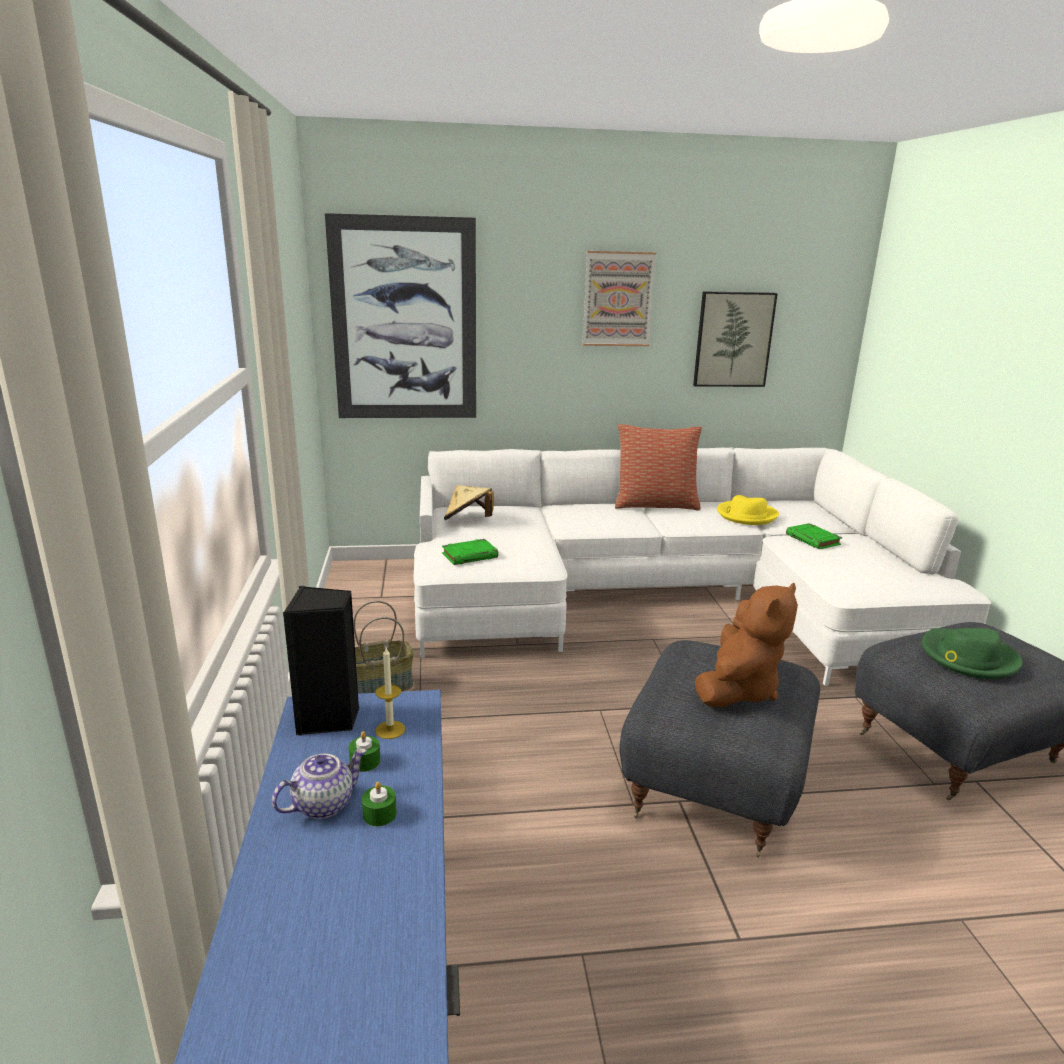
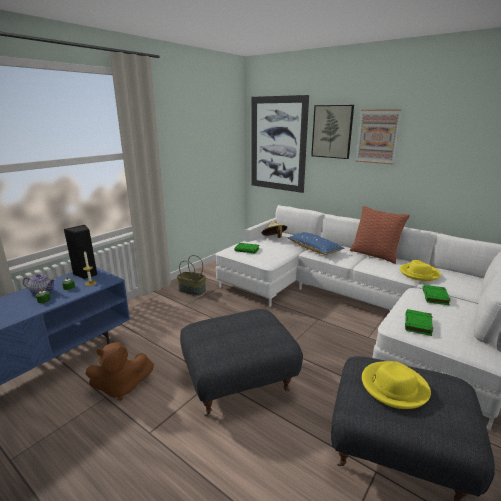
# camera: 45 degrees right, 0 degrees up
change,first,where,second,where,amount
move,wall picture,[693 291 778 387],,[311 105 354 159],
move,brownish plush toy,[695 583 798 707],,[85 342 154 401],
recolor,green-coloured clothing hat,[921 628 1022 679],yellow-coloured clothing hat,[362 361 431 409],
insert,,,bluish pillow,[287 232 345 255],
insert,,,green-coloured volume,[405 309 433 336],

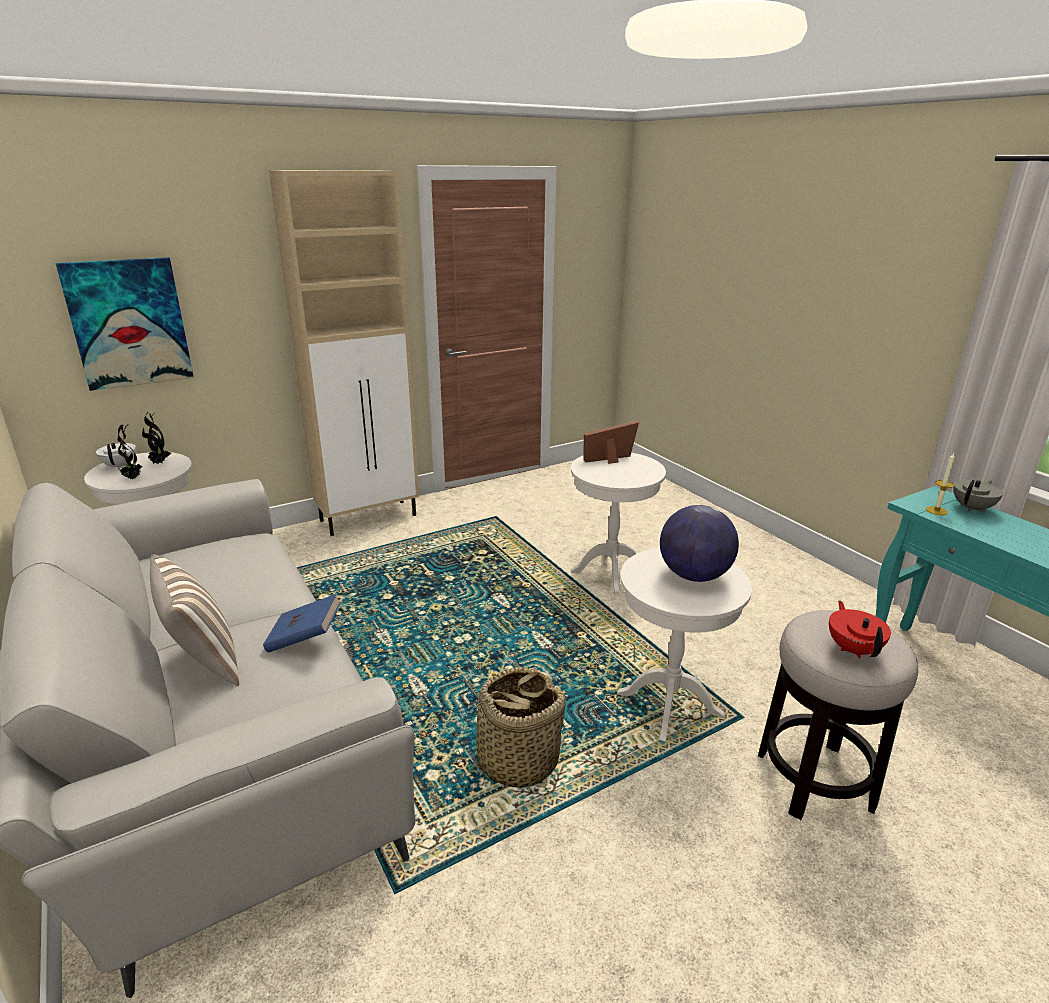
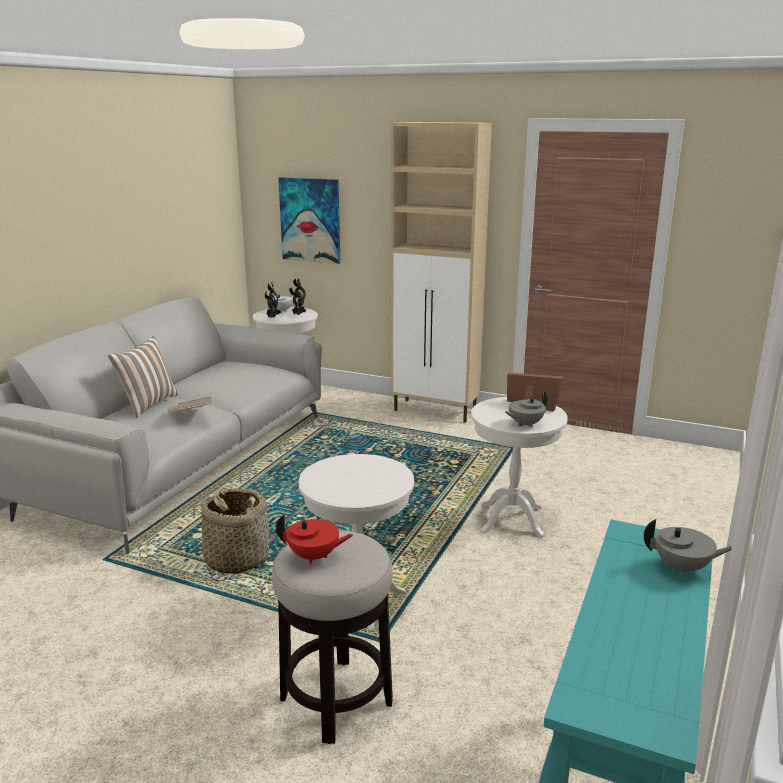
# camera: 55 degrees right, 5 degrees down
change,first,where,second,where,amount
recolor,bluish volume,[263 594 341 653],beige volume,[168 396 213 413],
delete,desk globe,[660 505 739 582],,,
rotate,red-coloured teapot,[829 601 891 658],,[276 514 353 564],45 degrees clockwise
delete,candle,[926 453 955 515],,,
insert,,,greyish teapot,[505 391 547 427],

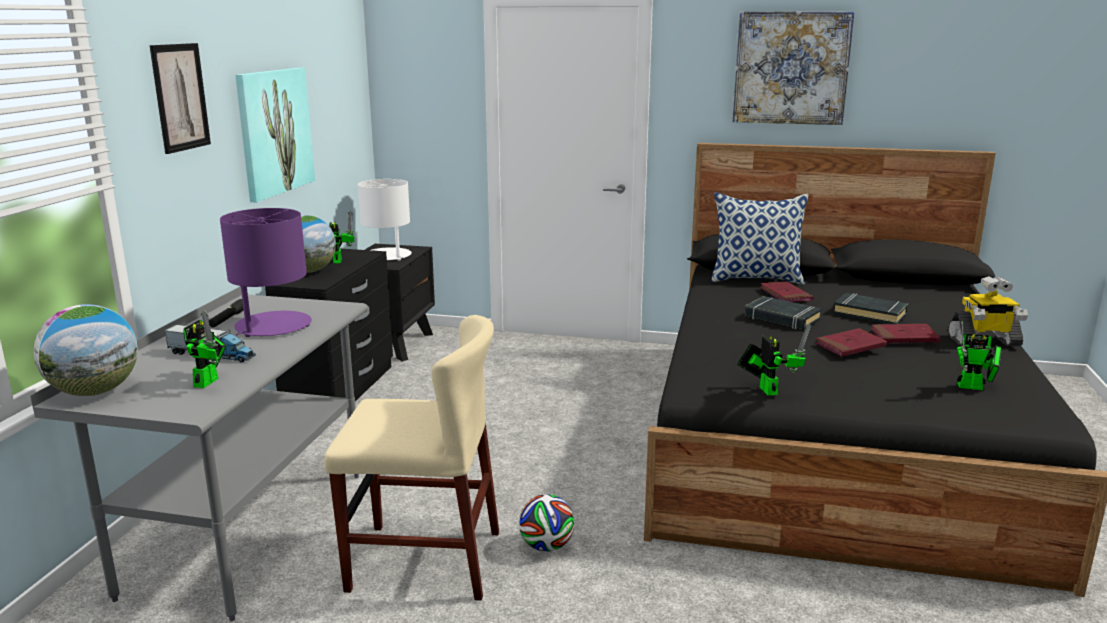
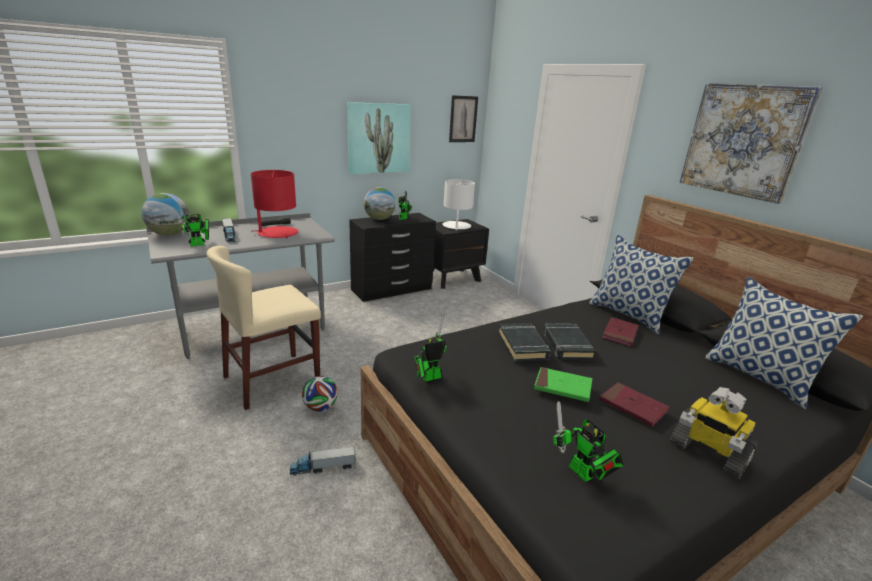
# camera: 45 degrees right, 5 degrees up
change,first,where,second,where,amount
move,wall picture,[149 43 211 154],,[449 95 478 142],
recolor,purplish tabletop lamp,[220 208 312 337],red-coloured tabletop lamp,[251 170 298 238],
rotate,beige upright chair,[324 315 499 601],,[206 246 321 410],90 degrees clockwise
rotate,model robot,[737 324 811 396],,[414 311 447 381],150 degrees counterclockwise
recolor,red-coloured volume,[816 328 887 357],green-coloured volume,[534 367 592 402],
move,black-coloured volume,[833 293 908 324],,[498 323 551 362],
insert,,,model truck,[290 446 356 475],
insert,,,pillow,[705 277 863 409],

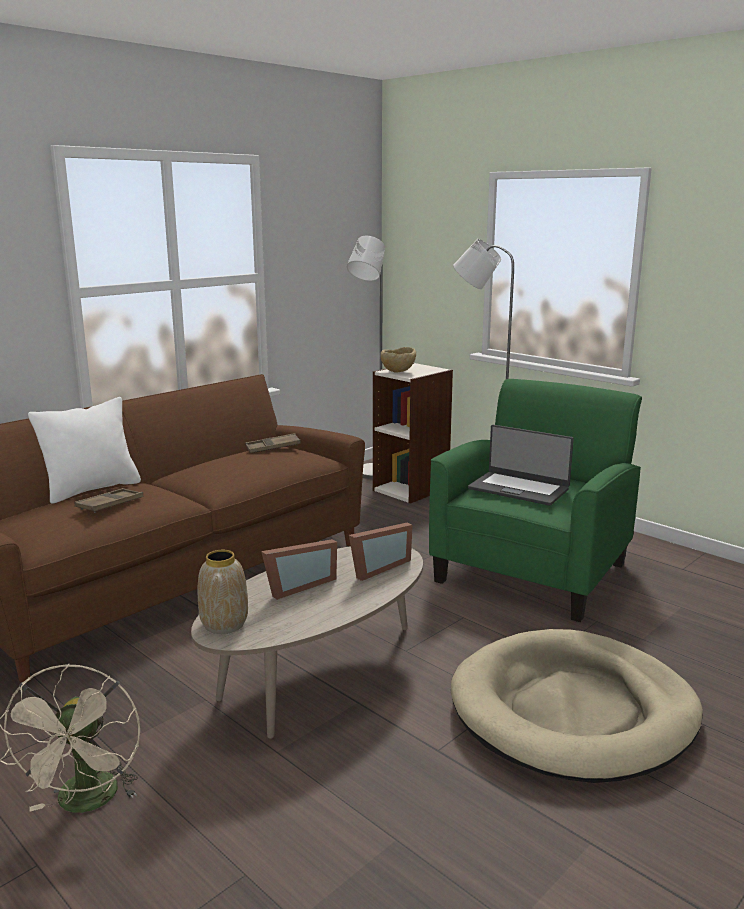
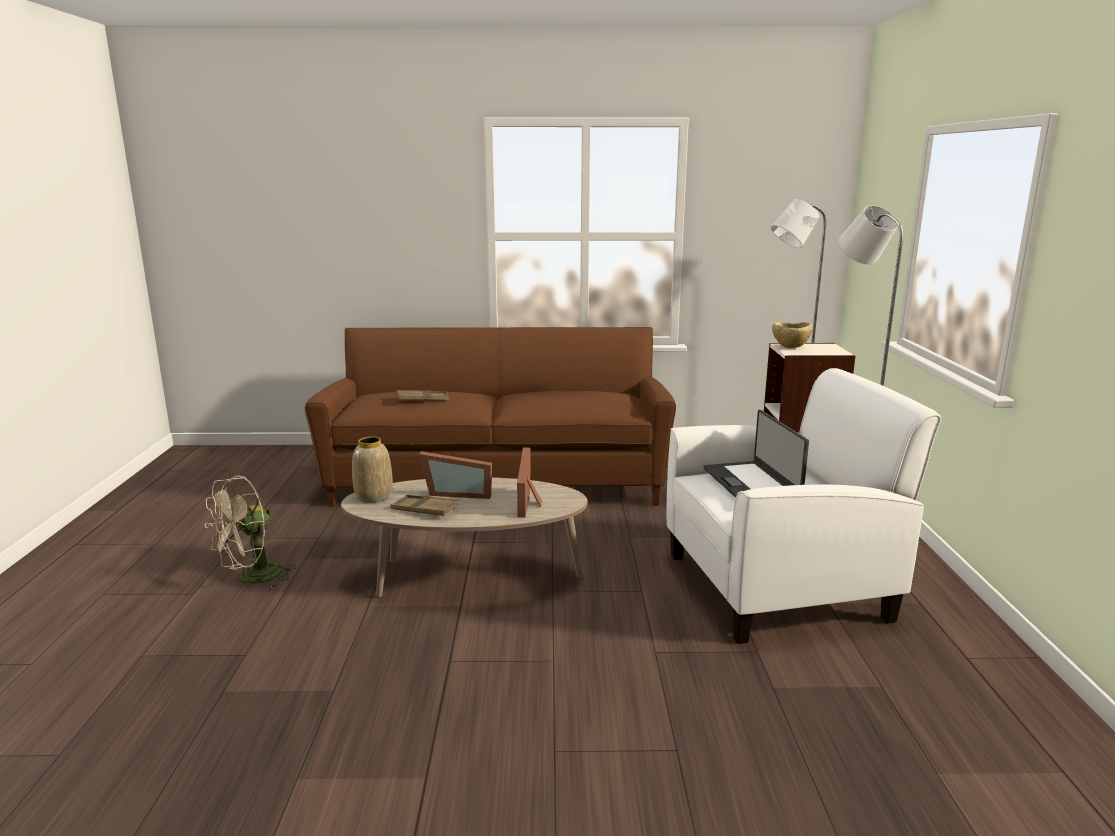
# camera: 45 degrees right, 0 degrees up
change,first,where,second,where,amount
delete,white pillow,[28 397 141 504],,,
move,brownish carrying tray,[245 433 301 453],,[391 494 459 516],
rotate,picture frame,[349 523 413 581],,[517 448 542 518],90 degrees clockwise
recolor,green-coloured armchair,[429 379 642 622],white armchair,[667 368 941 644],
delete,beige dog cushion,[451 629 703 783],,,

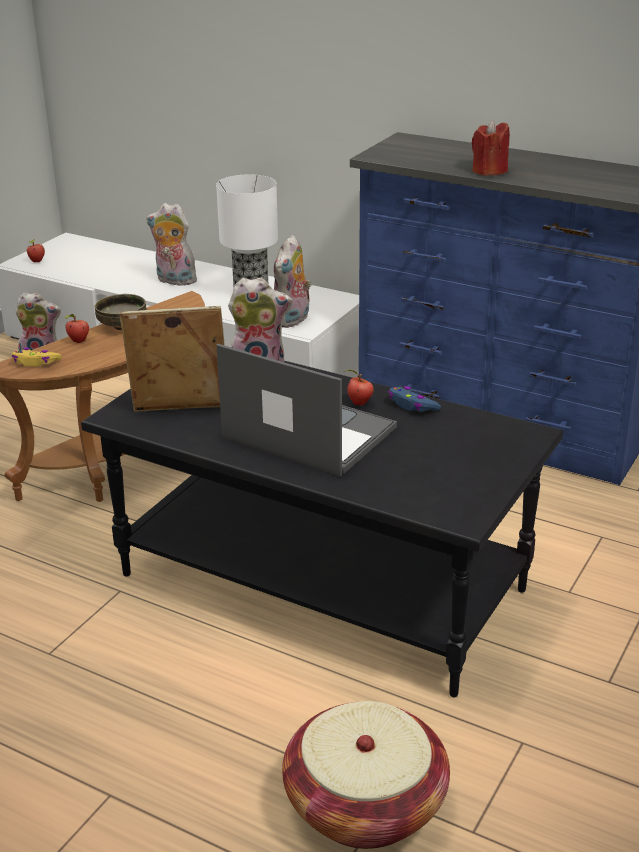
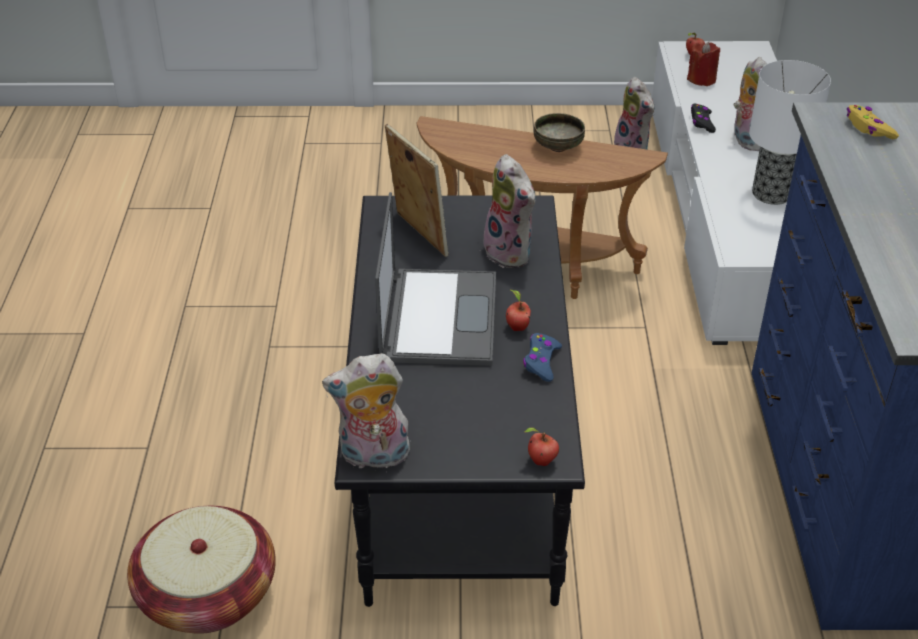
# camera: 60 degrees right, 10 degrees up
change,first,where,second,where,amount
move,yellow-coloured joypad,[12 348 62 367],,[847 105 899 139],
move,apple,[65 314 89 343],,[525 428 559 466],
move,plush toy,[274 235 311 328],,[322 353 413 468],
move,red-coloured candle,[472 120 510 176],,[687 42 720 86],
insert,,,black-coloured joypad,[691 104 716 133],

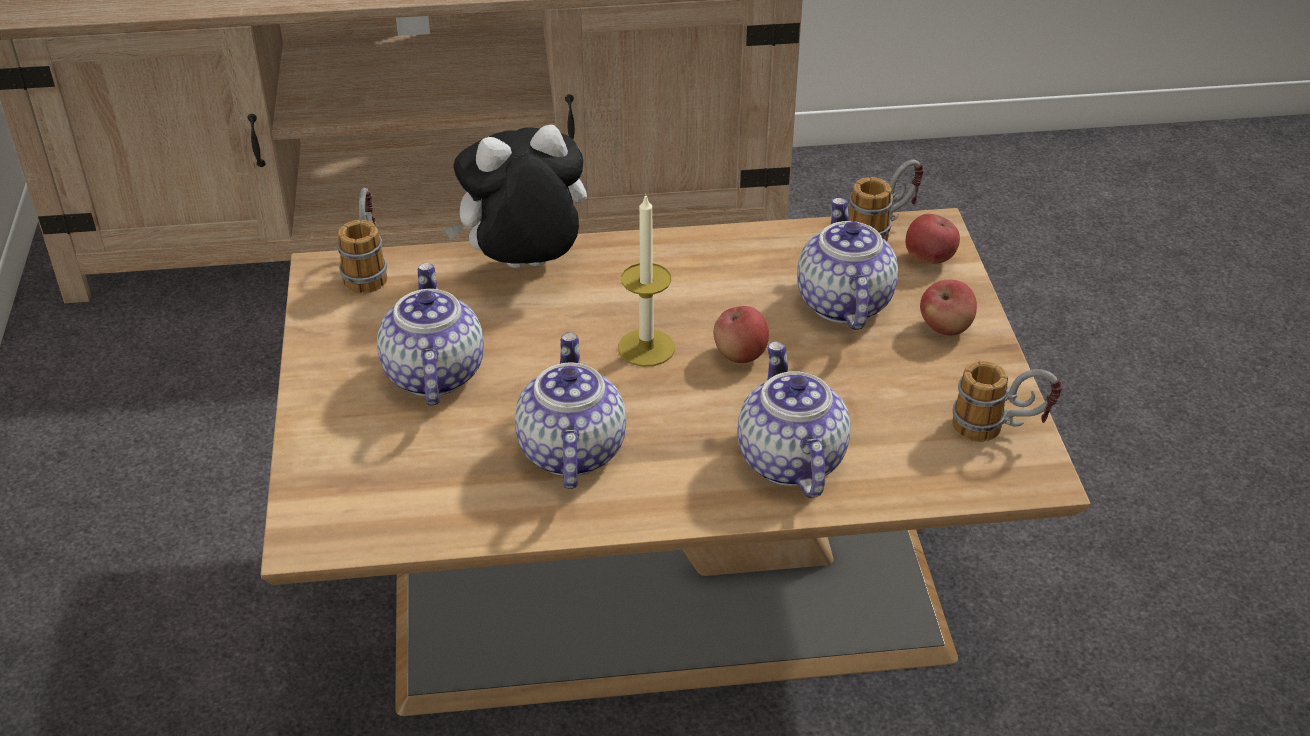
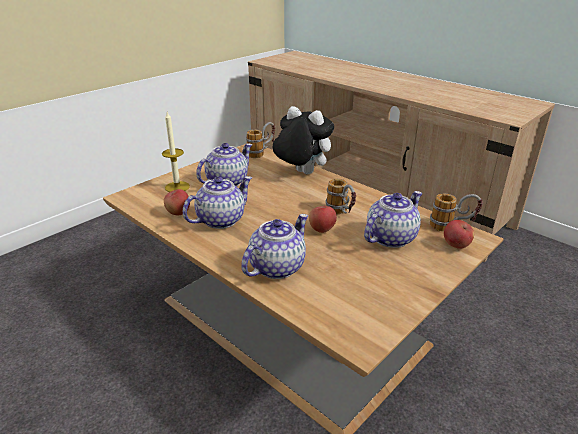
# camera: 50 degrees right, 10 degrees down
change,first,where,second,where,amount
move,candle,[618 193 675 367],,[162 112 190 192],
move,apple,[920 280 977 336],,[164 189 190 215],
move,tea mug,[952 361 1062 442],,[325 179 356 214],

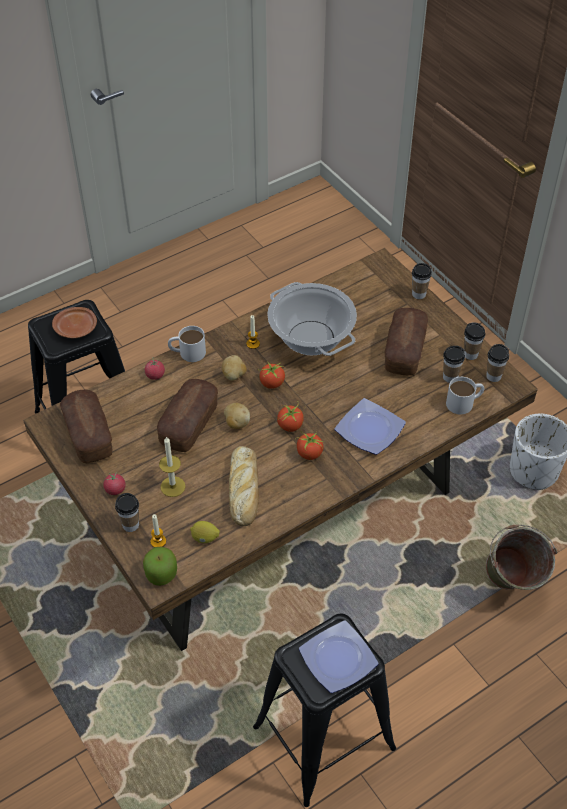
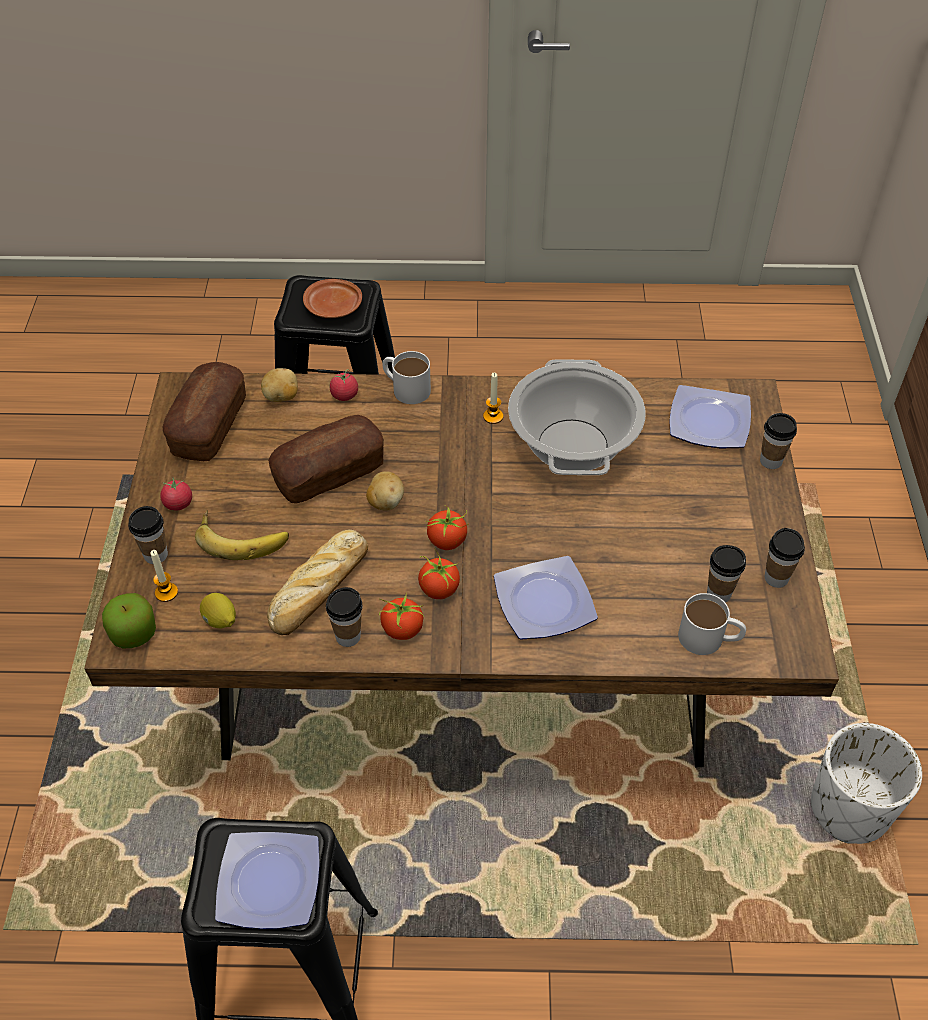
# camera: 35 degrees right, 0 degrees up
change,first,where,second,where,amount
replace,candle,[159 436 185 497],whole banana,[195 510 289 560],
move,potato,[222 355 247 381],,[261 368 298 402],
move,fresh tomato,[259 361 285 389],,[379 593 424 640],
delete,bakery bread,[385 308 428 376],,,
move,small cup,[486 344 509 382],,[326 587 362 647],
delete,green-coloured pail,[486 525 557 590],,,
insert,,,flat dish,[669 385 751 449],

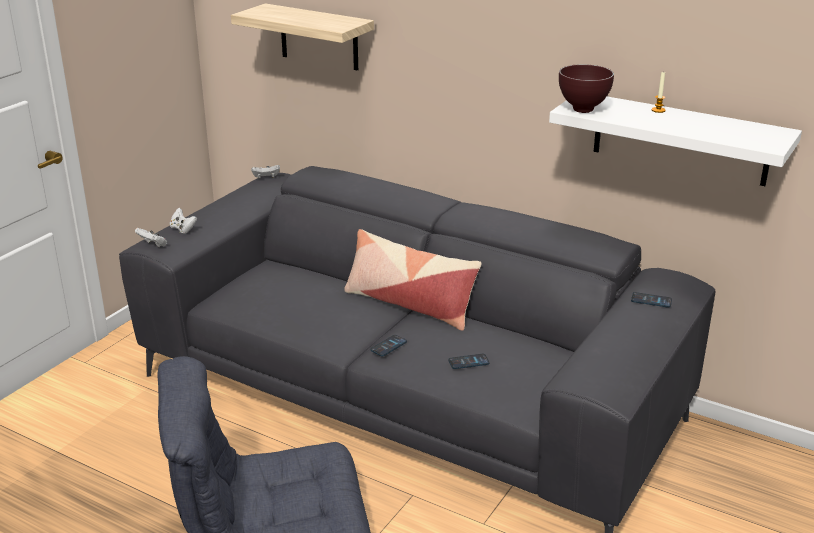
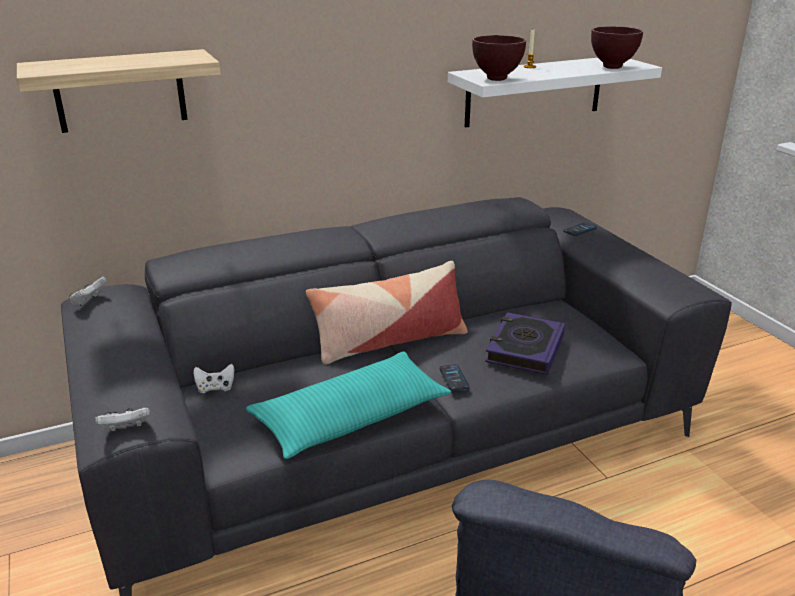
# camera: 55 degrees left, 0 degrees up
change,first,where,second,where,amount
move,white joypad,[170 208 197 234],,[193 364 234 393],
replace,telephone,[448 354 489 369],volume,[485 312 565 375],
insert,,,turquoise pillow,[246 351 451 459],
insert,,,brownish serving bowl,[591 26 643 69],

